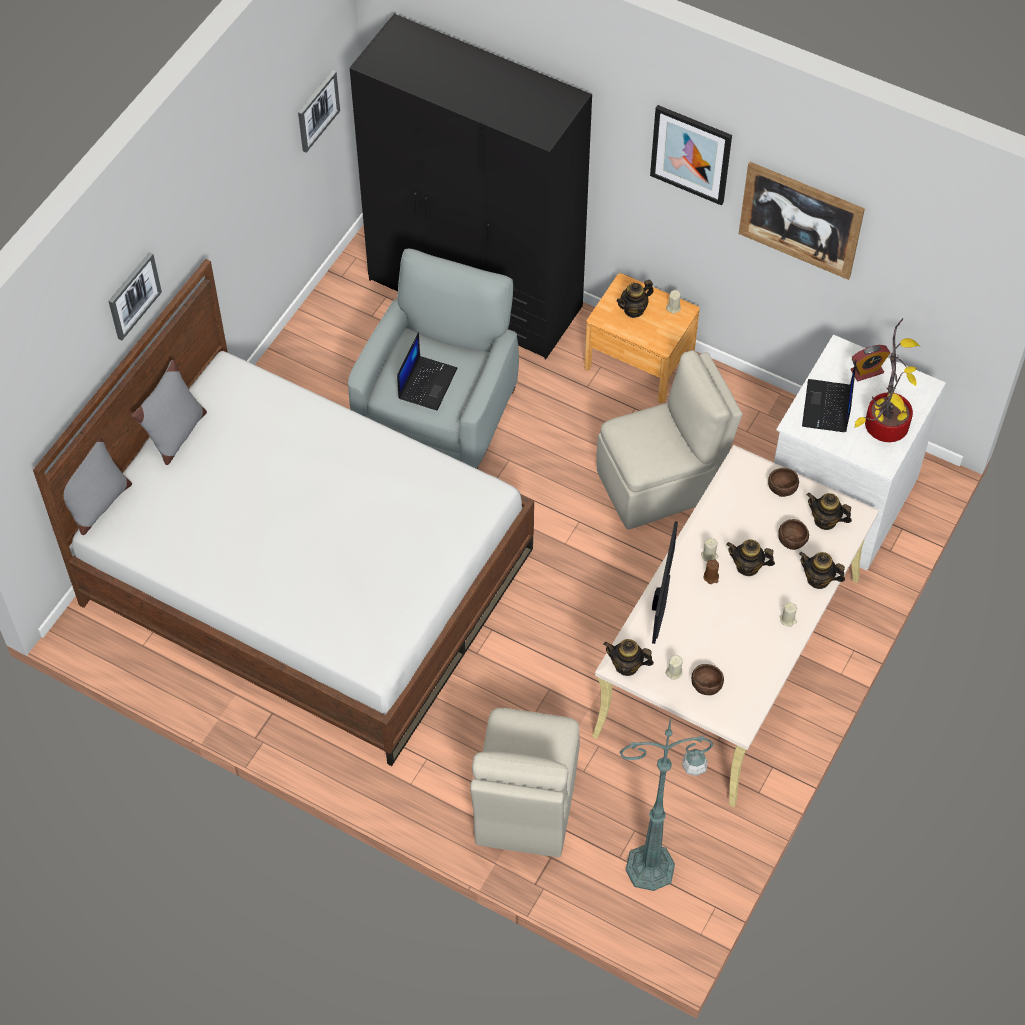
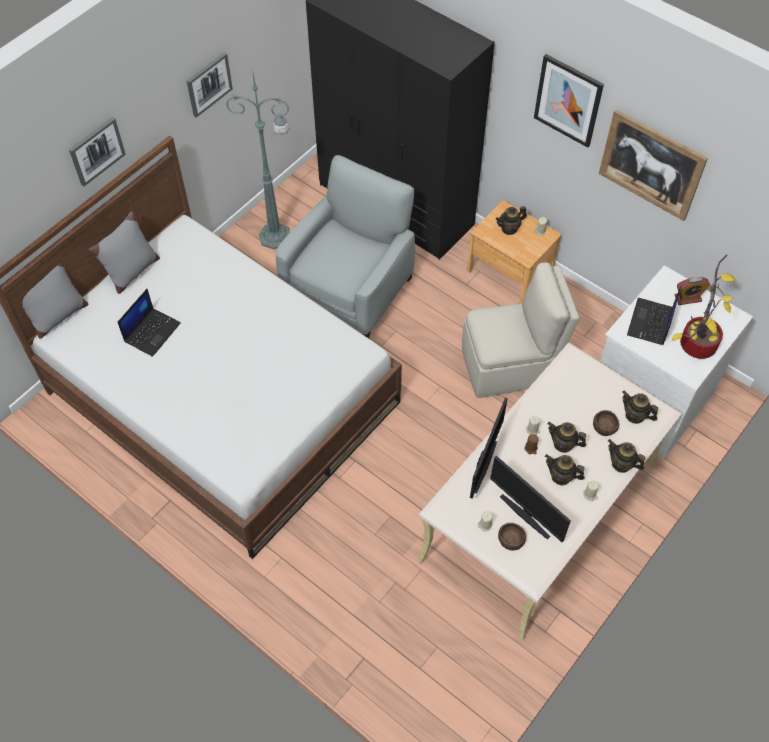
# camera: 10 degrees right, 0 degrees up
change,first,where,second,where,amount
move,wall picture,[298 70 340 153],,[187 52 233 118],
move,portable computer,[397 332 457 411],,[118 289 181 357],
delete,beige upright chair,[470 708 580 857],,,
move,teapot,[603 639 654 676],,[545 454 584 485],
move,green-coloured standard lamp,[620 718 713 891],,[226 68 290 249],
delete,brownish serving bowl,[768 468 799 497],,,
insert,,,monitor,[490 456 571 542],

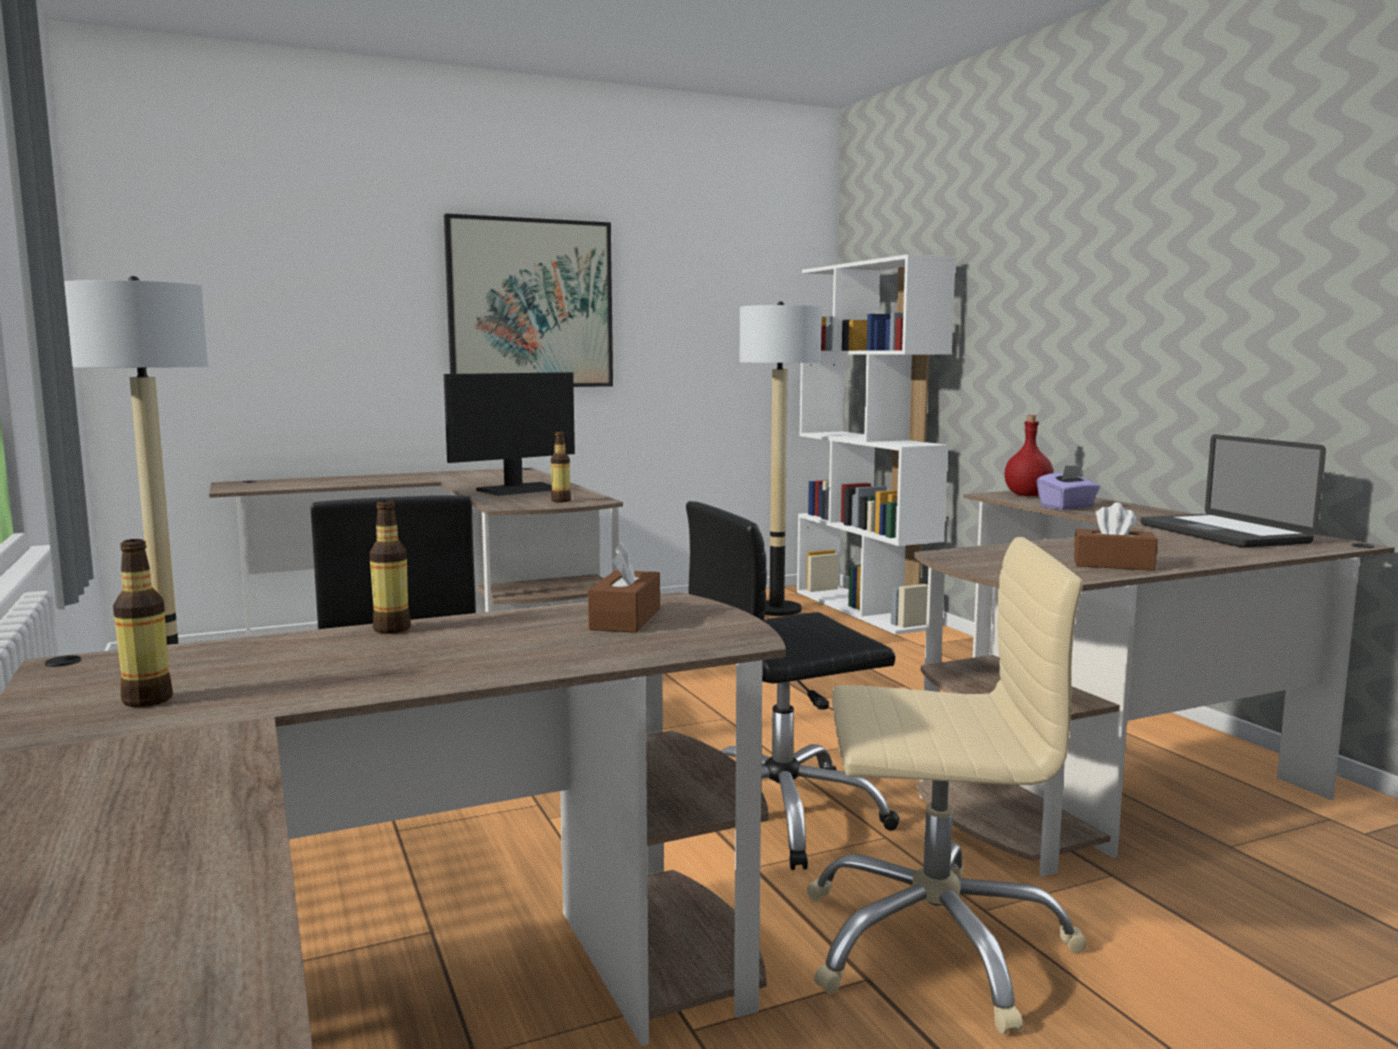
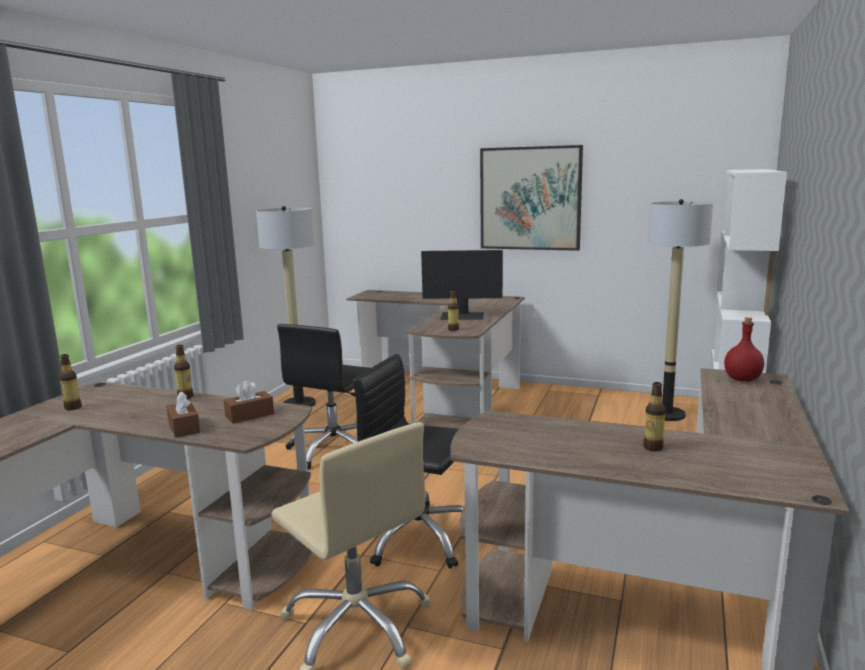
# camera: 45 degrees right, 5 degrees up
change,first,where,second,where,amount
delete,purplish box of tissues,[1037 465 1100 510],,,
move,brownish box of tissues,[1074 502 1158 571],,[166 391 200 438],
delete,portable computer,[1140 434 1326 548],,,
insert,,,bottle,[643 382 666 451],

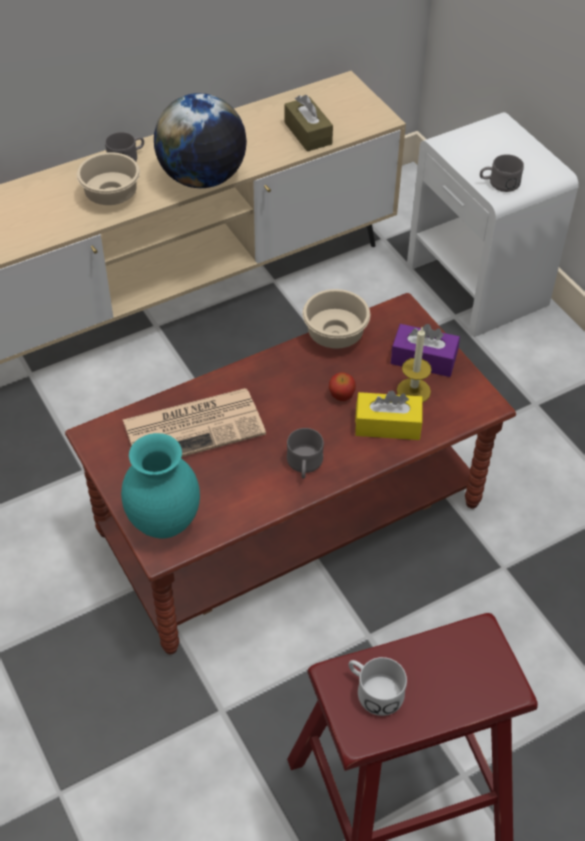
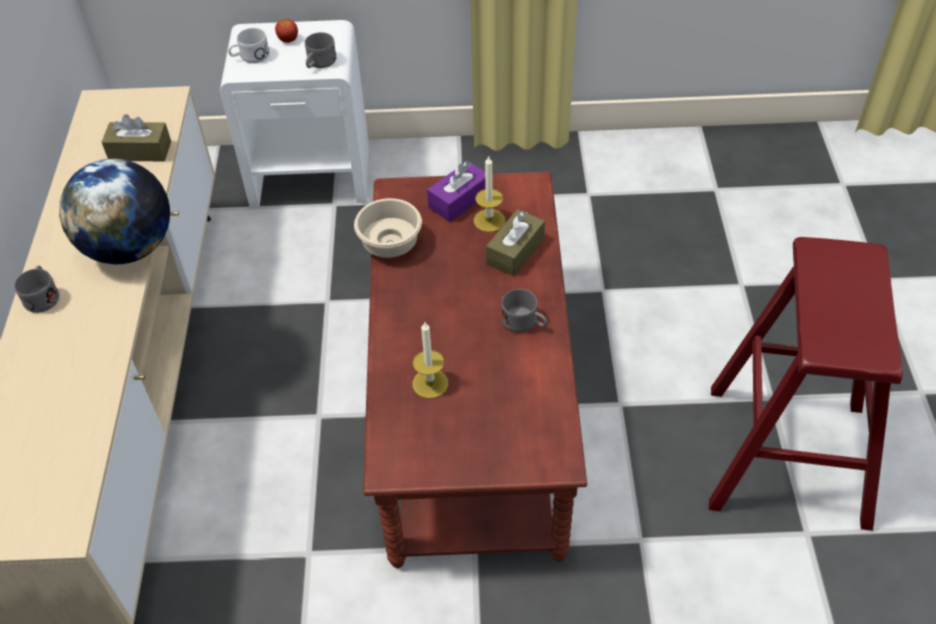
# camera: 60 degrees left, 0 degrees up
change,first,where,second,where,amount
delete,beige serving bowl,[77 152 140 205],,,
delete,turquoise flower vase,[121 433 200 539],,,
replace,newspaper,[123 388 266 457],candle,[412 322 448 399],
move,apple,[329 372 356 401],,[275 19 298 43],
move,white tea mug,[348 657 407 716],,[228 28 269 63],
recolor,yellow-coloured box of tissues,[355 391 423 440],brownish box of tissues,[486 209 545 276],

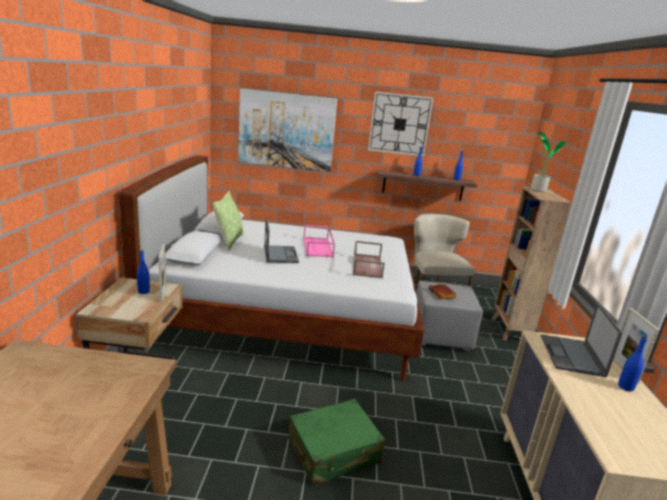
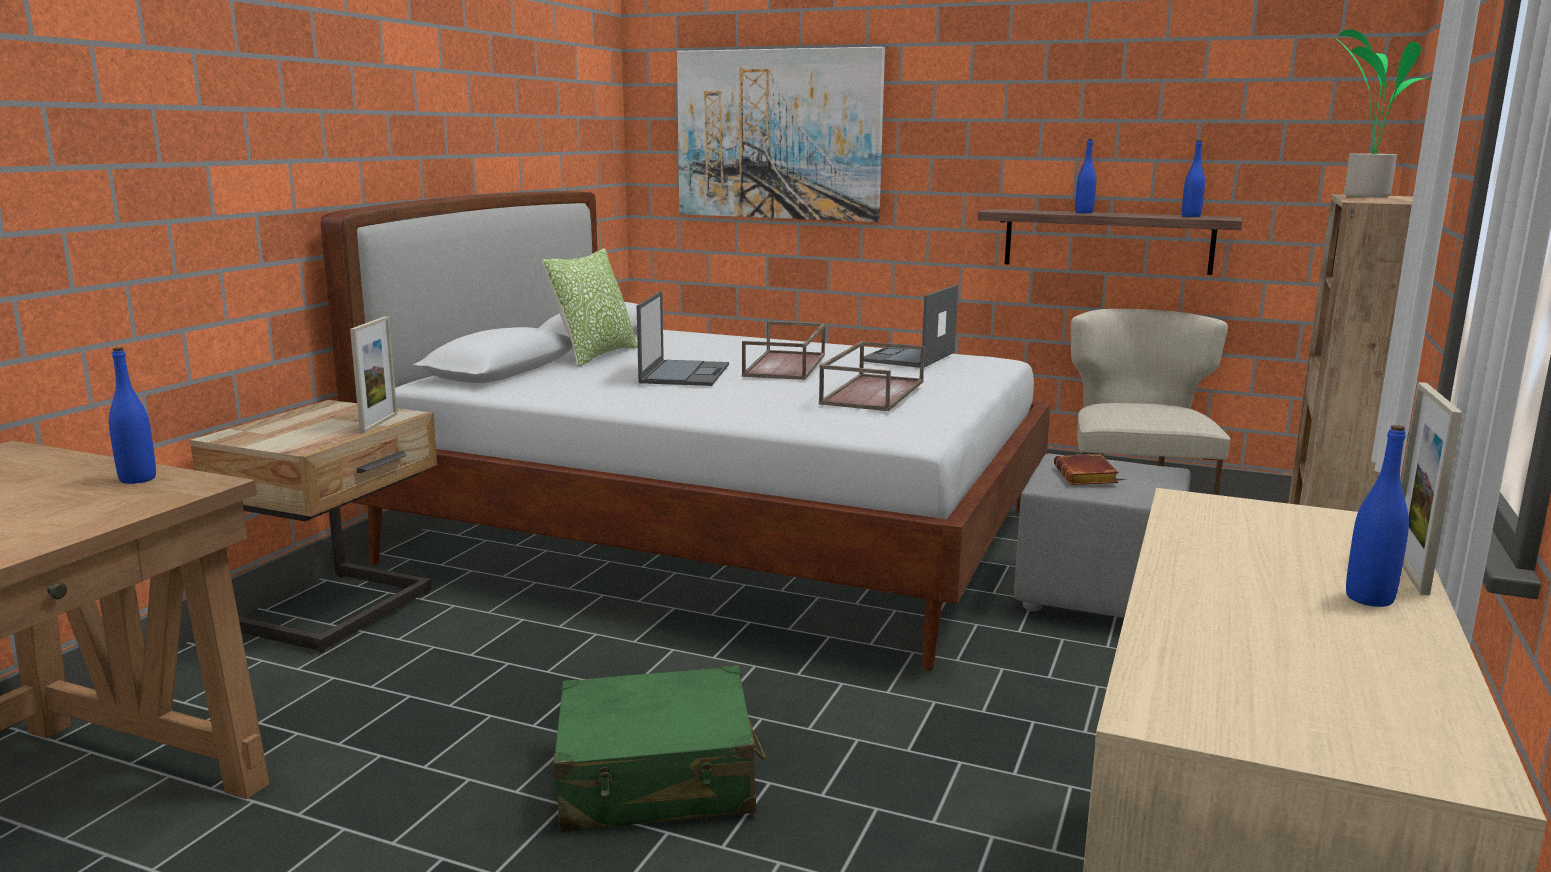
# camera: 20 degrees right, 5 degrees down
change,first,where,second,where,amount
move,bluish bottle,[137 250 150 294],,[109 347 156 484],
recolor,pinkish carrying tray,[303 225 335 257],brownish carrying tray,[742 321 825 380],
delete,clock on the wall,[368 91 434 157],,,
move,portable computer,[540 303 622 377],,[864 285 958 368],

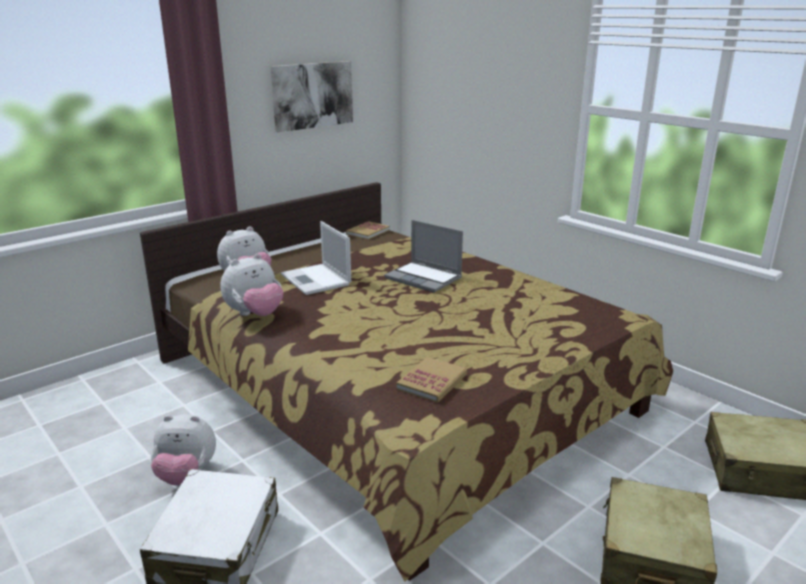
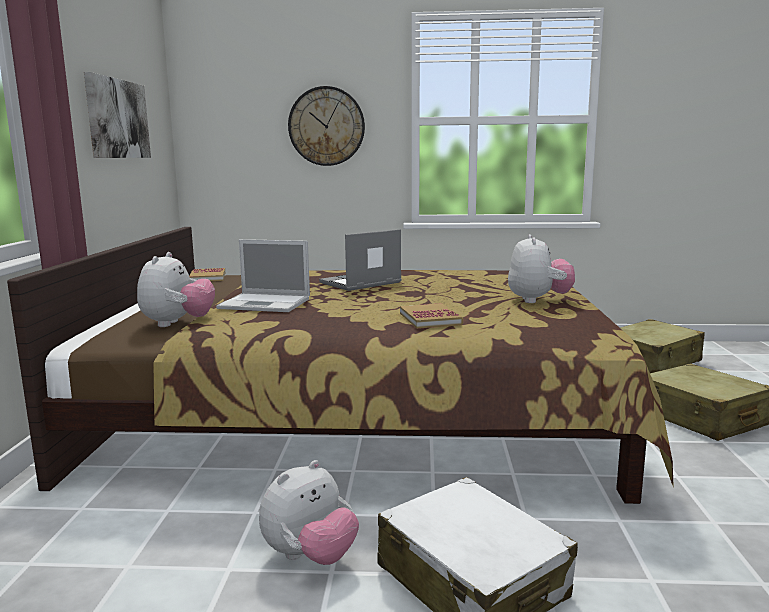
# camera: 45 degrees left, 10 degrees down
change,first,where,second,where,amount
move,plush toy,[220 254 283 316],,[508 234 575 303],
rotate,portable computer,[384 220 463 293],,[319 229 402 291],150 degrees clockwise
move,volume,[396 357 467 403],,[400 303 463 329],
insert,,,clock on the wall,[288 86 365 166],

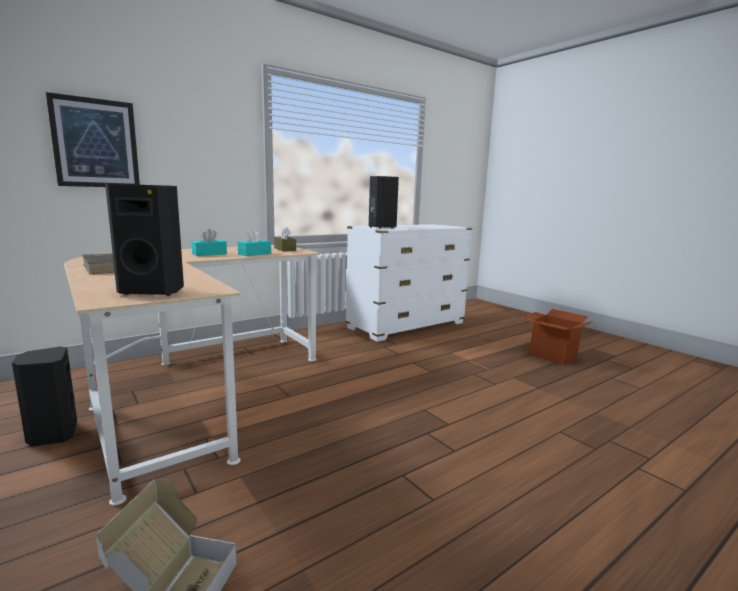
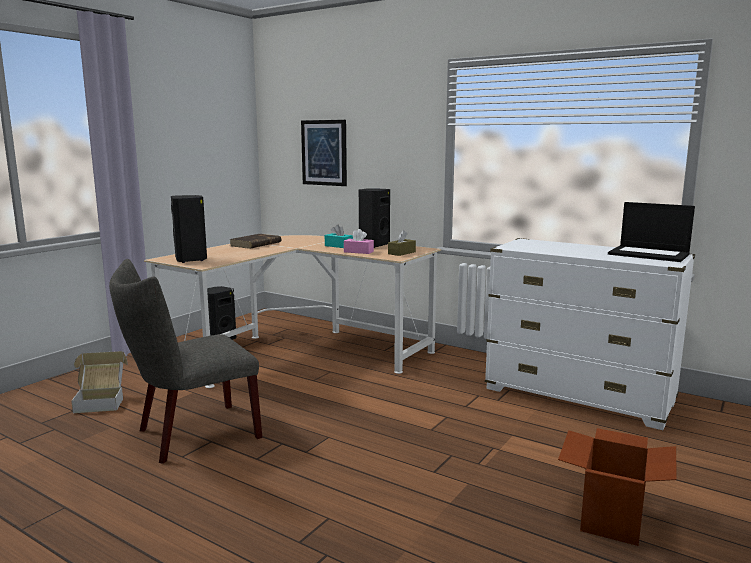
# camera: 70 degrees right, 0 degrees up
change,first,where,second,where,amount
recolor,turquoise box of tissues,[238 229 271 256],pinkish box of tissues,[344 229 374 254],
move,black-coloured loudspeaker,[369 176 399 229],,[359 188 390 248],
insert,,,greyish upright chair,[109 259 262 464],
insert,,,portable computer,[608 202 695 262],

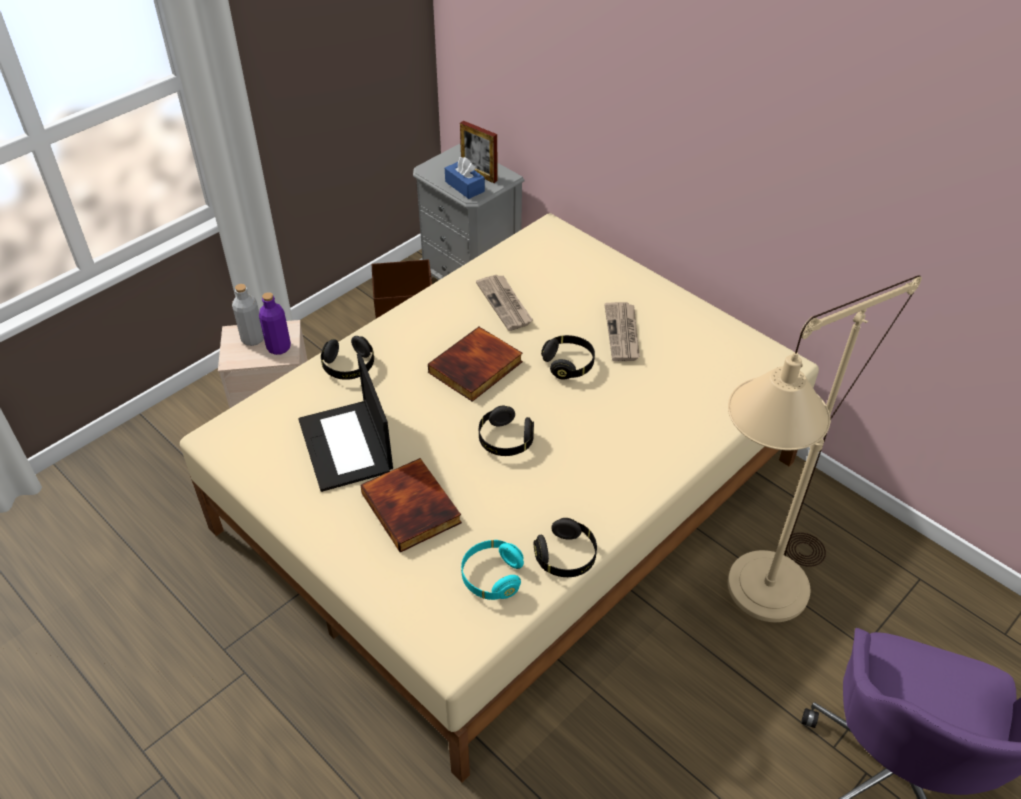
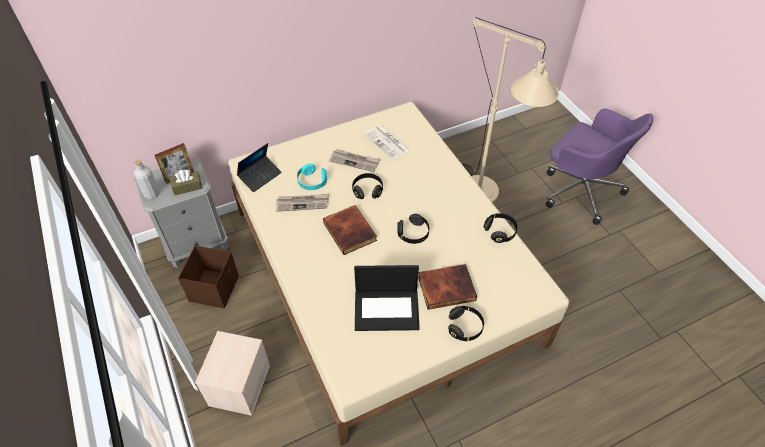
# camera: 70 degrees left, 5 degrees up
change,first,where,second,where,amount
move,greyish bottle,[232 284 264 346],,[134 160 160 199],
delete,purplish bottle,[259 292 291 355],,,
move,black-coloured headset,[321 336 374 380],,[448 306 484 341],
recolor,bluish box of tissues,[445 157 485 199],brownish box of tissues,[170 169 202 195],
move,turquoise headset,[461 540 524 600],,[297 164 327 190],
insert,,,portable computer,[237 143 282 192],
insert,,,newspaper,[365 125 410 160],

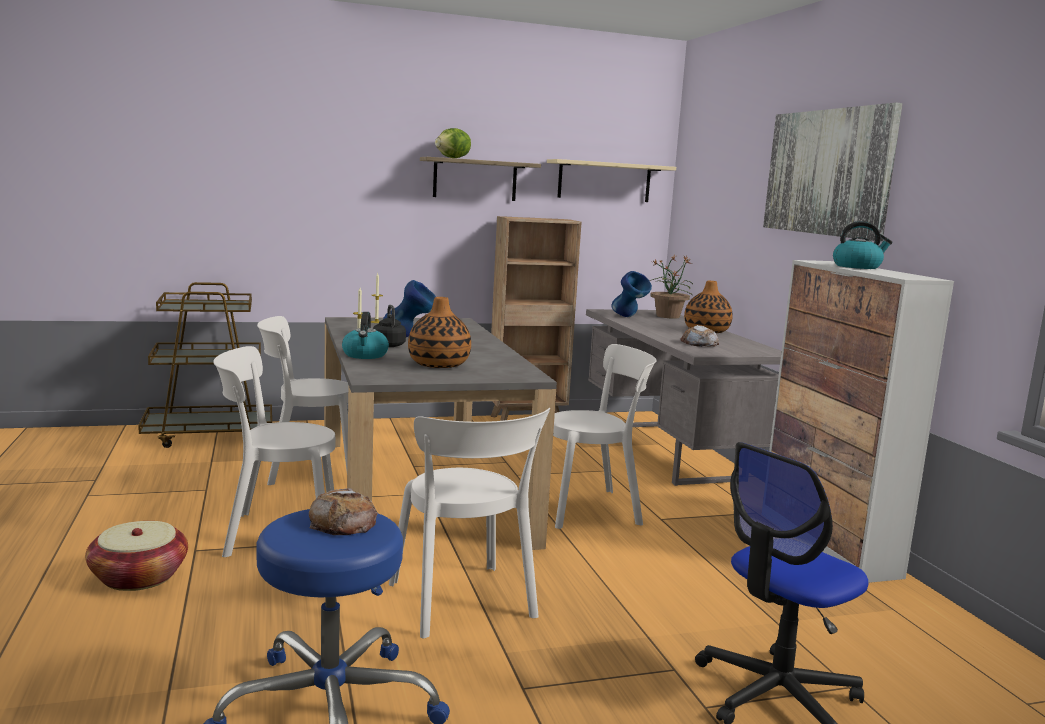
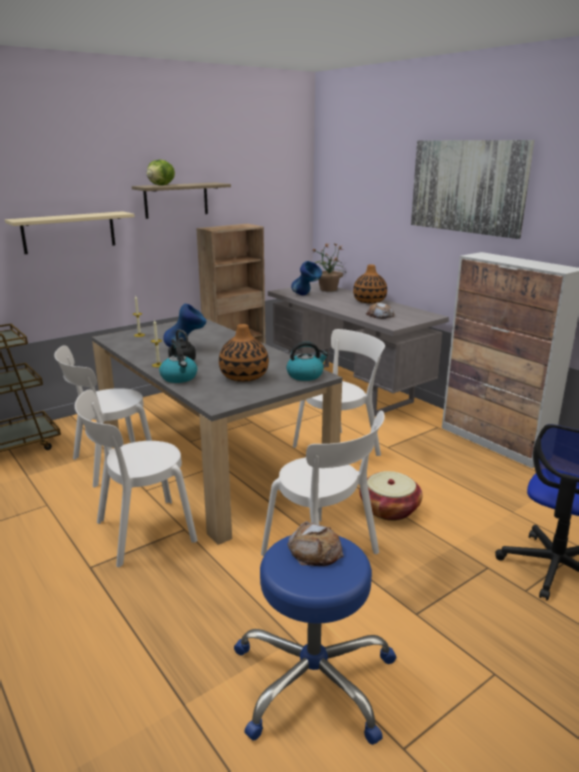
# camera: 20 degrees left, 10 degrees up
change,first,where,second,where,amount
move,basket,[85 521 188 591],,[359 471 423 521],
move,beige bracket shelf,[547 159 676 202],,[5 211 135 254],
move,water kettle,[833 221 892 269],,[286 342 328 381],

